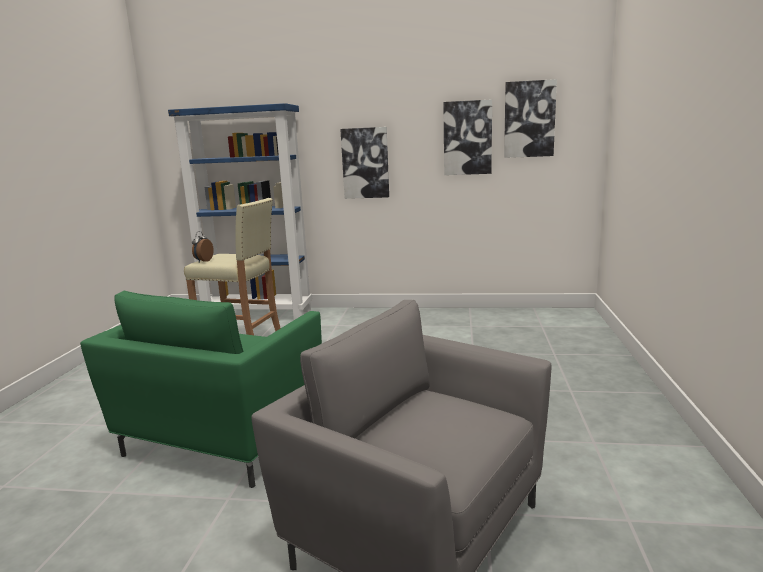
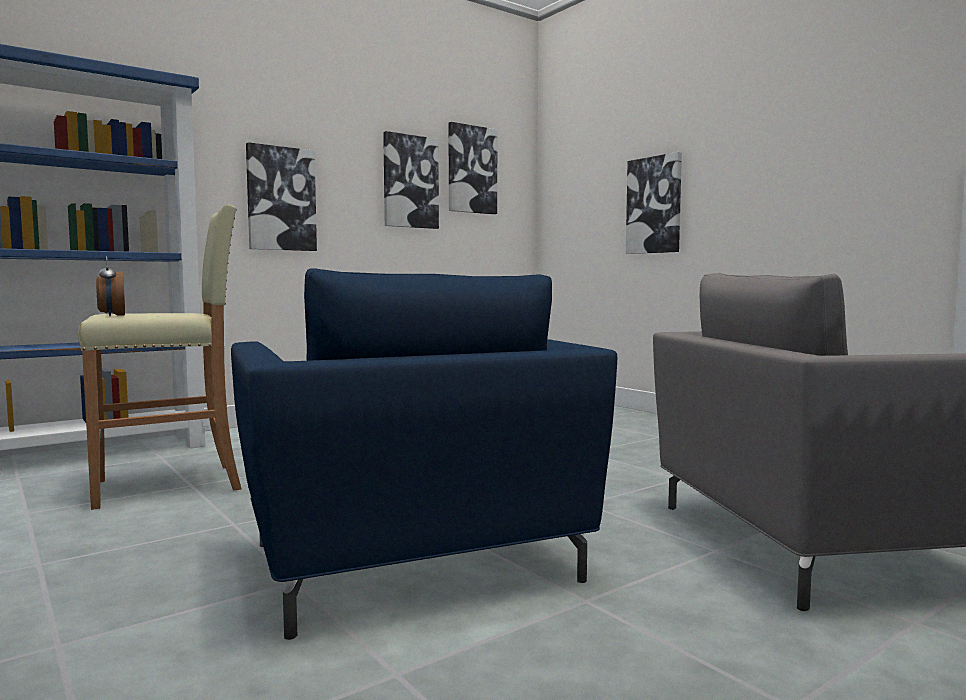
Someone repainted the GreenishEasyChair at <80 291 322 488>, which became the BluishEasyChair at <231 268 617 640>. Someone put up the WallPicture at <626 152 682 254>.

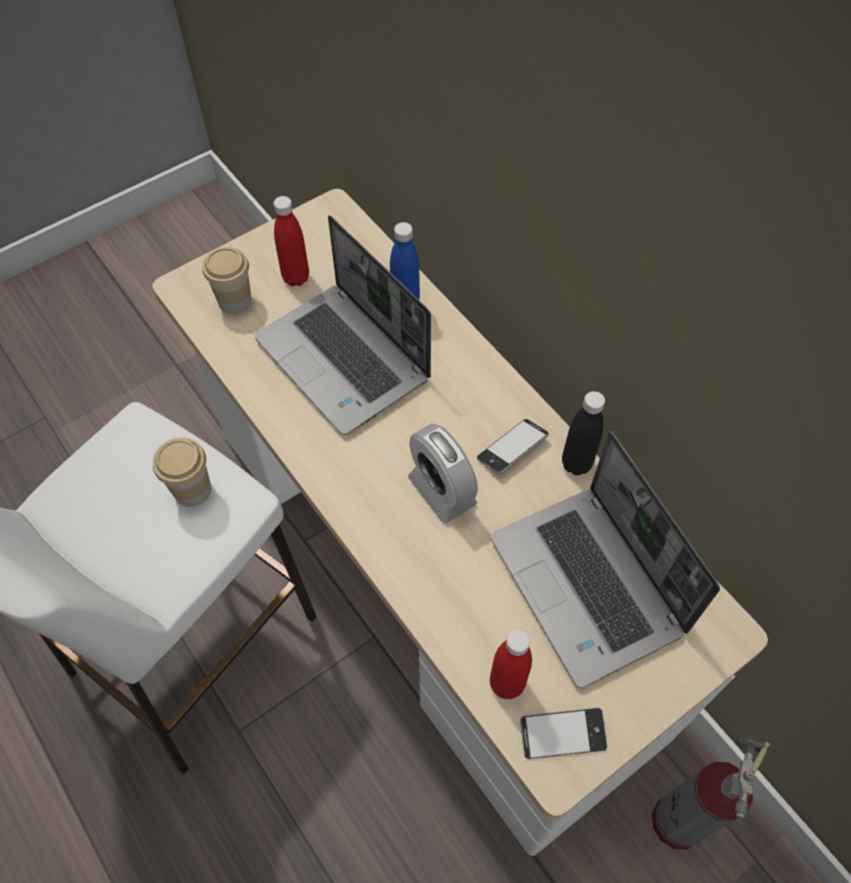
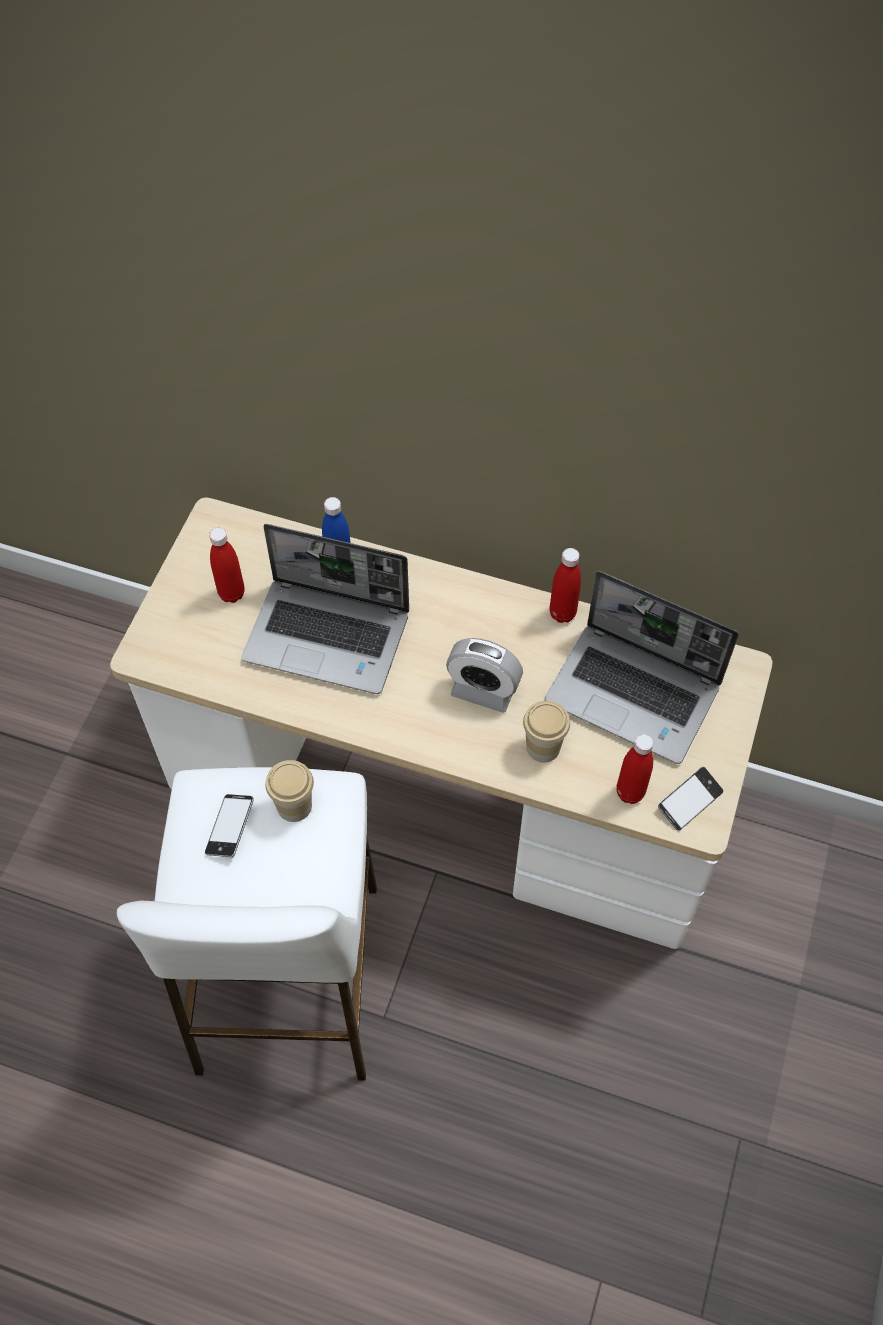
Someone carried the DrinkingCup from <202 247 252 314> to <523 701 570 762>. Someone carried the Telephone from <477 419 549 474> to <205 794 254 857>. Someone repainted the BlackColouredDrinkBottle at <562 391 605 475>, which became the RedColouredDrinkBottle at <550 548 581 623>. Someone took away the FireExtinguisher at <652 738 770 849>.

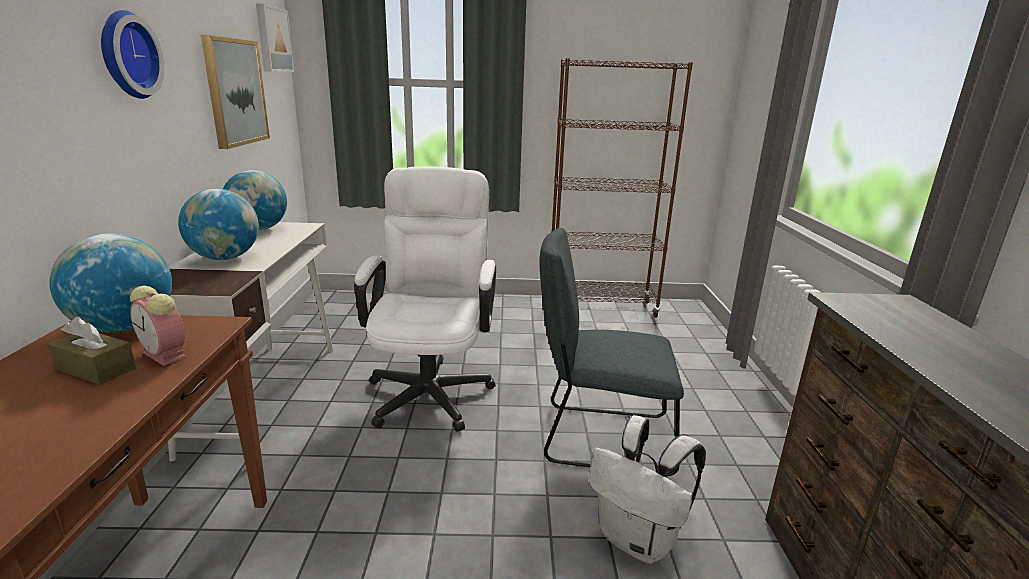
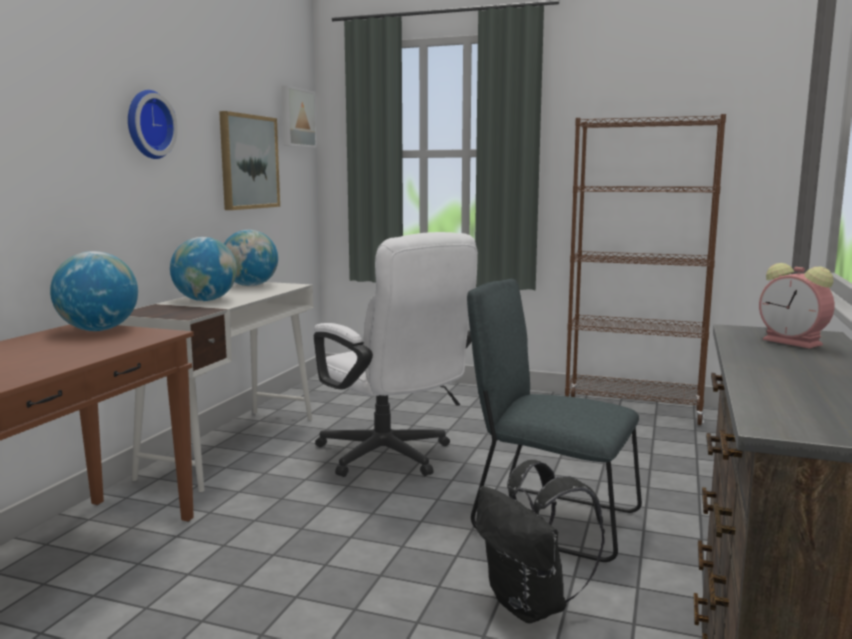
Someone took away the BrownishTissueHolder at <47 317 136 385>. Someone carried the AlarmClock from <130 286 188 366> to <759 263 835 349>. Someone rotated the WhiteOfficeChair at <354 166 496 432> by 120 degrees clockwise. Someone repainted the WhiteRucksack at <589 415 706 564>, which became the BlackColouredRucksack at <476 460 605 623>.

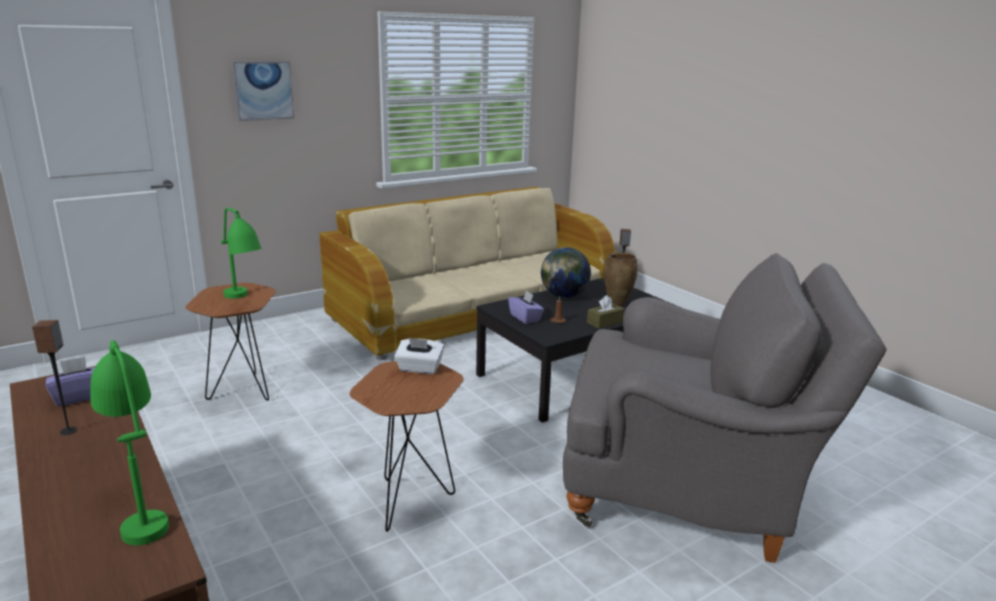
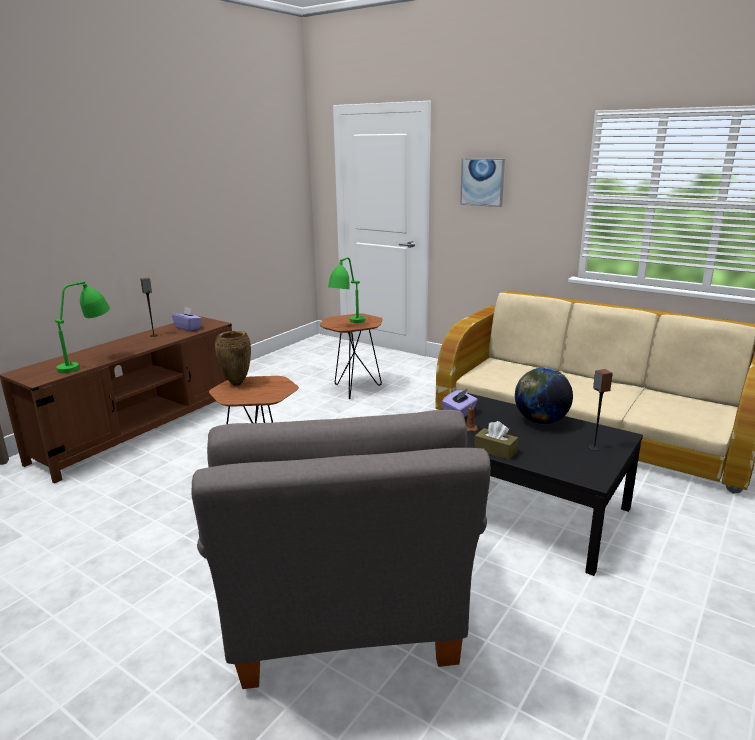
Someone took away the WhiteTissueHolder at <394 338 444 374>. Someone carried the BrownishVase from <603 252 638 306> to <215 331 251 386>.

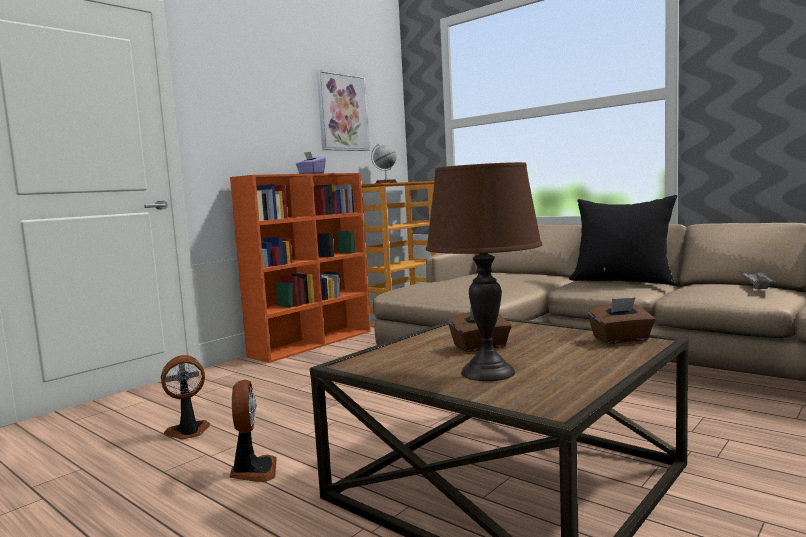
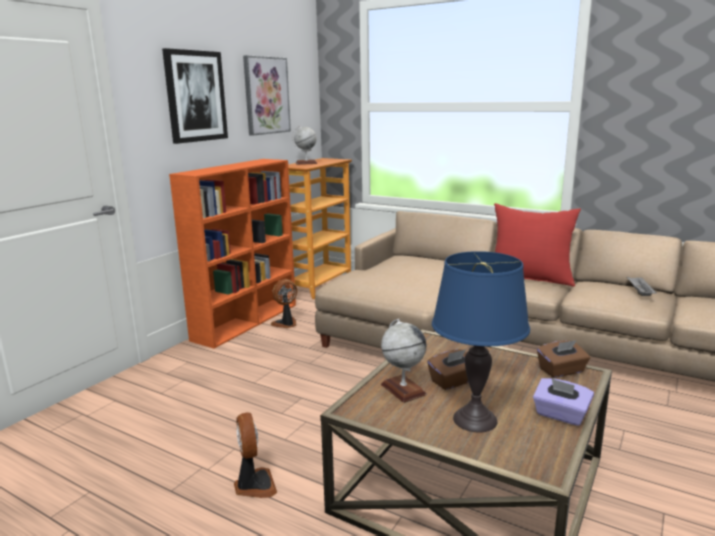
Someone carried the CoolingFan from <161 355 210 440> to <271 279 297 328>. Someone carried the PurpleColouredTissueHolder from <296 151 326 174> to <533 378 594 426>. Someone repainted the BrownishTabletopLamp at <426 162 543 381>, which became the BluishTabletopLamp at <432 251 530 433>. Someone repainted the BlackColouredCushion at <569 195 677 285>, which became the RedColouredCushion at <494 203 581 287>. Someone put up the WallPicture at <162 48 228 144>. Someone put down the Globe at <381 319 427 403>.

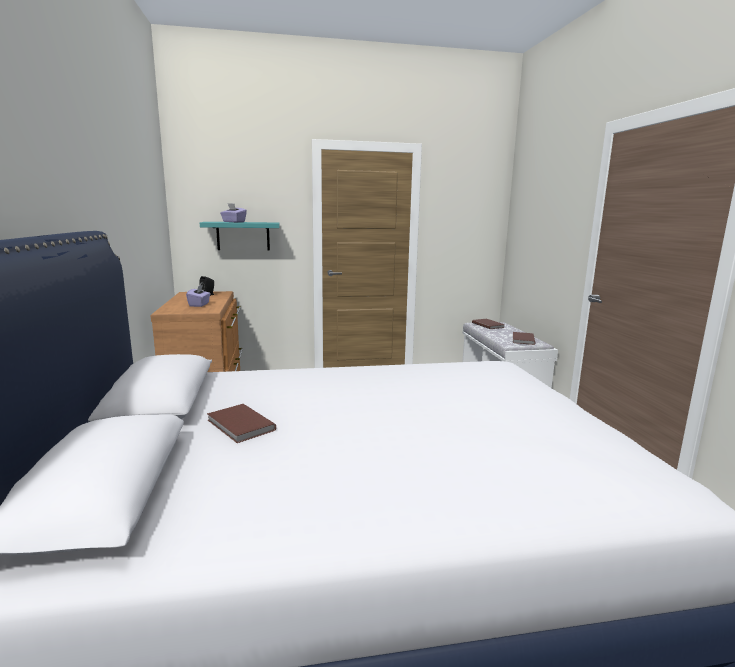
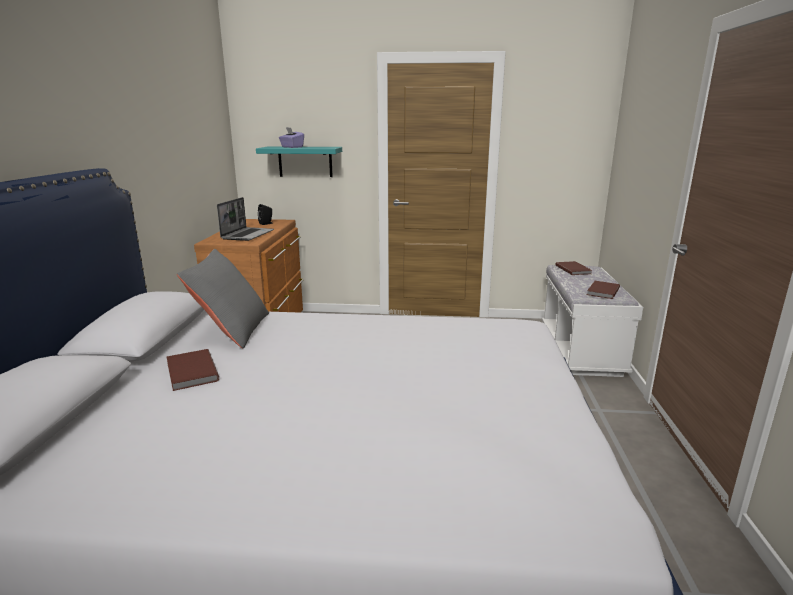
Someone swapped the PurpleColouredTissueHolder at <186 285 211 307> for the Laptop at <217 197 274 241>. Someone put down the GrayCushion at <177 249 269 349>.

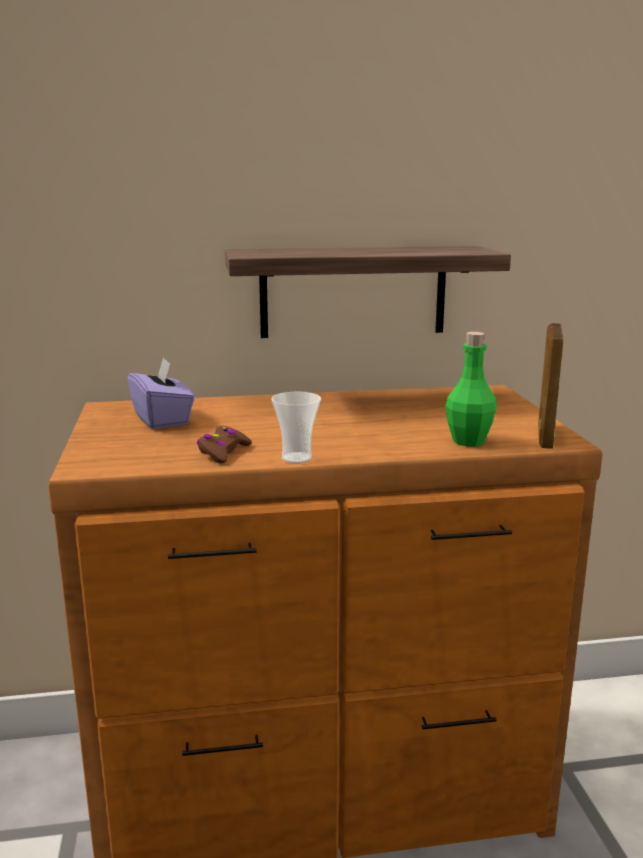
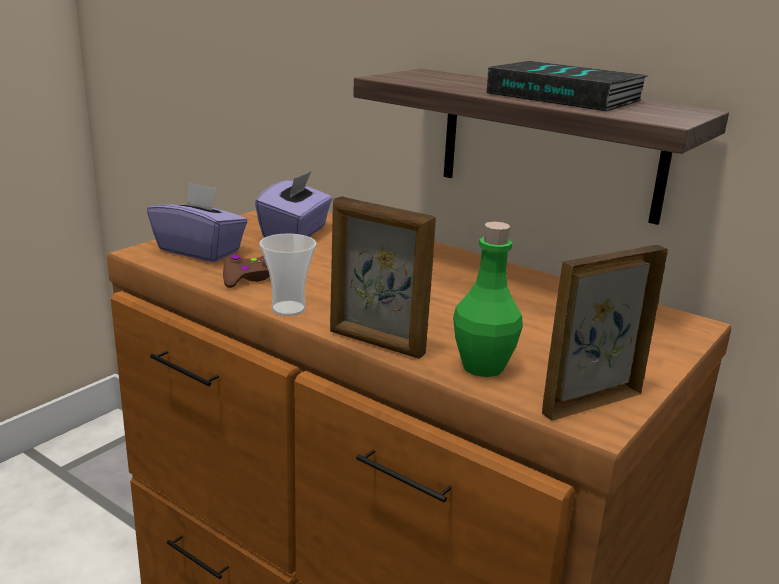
Someone put down the PurpleColouredTissueHolder at <147 182 248 262>. Someone put down the StandingFrame at <330 196 436 359>. Someone put down the Book at <487 61 647 111>.

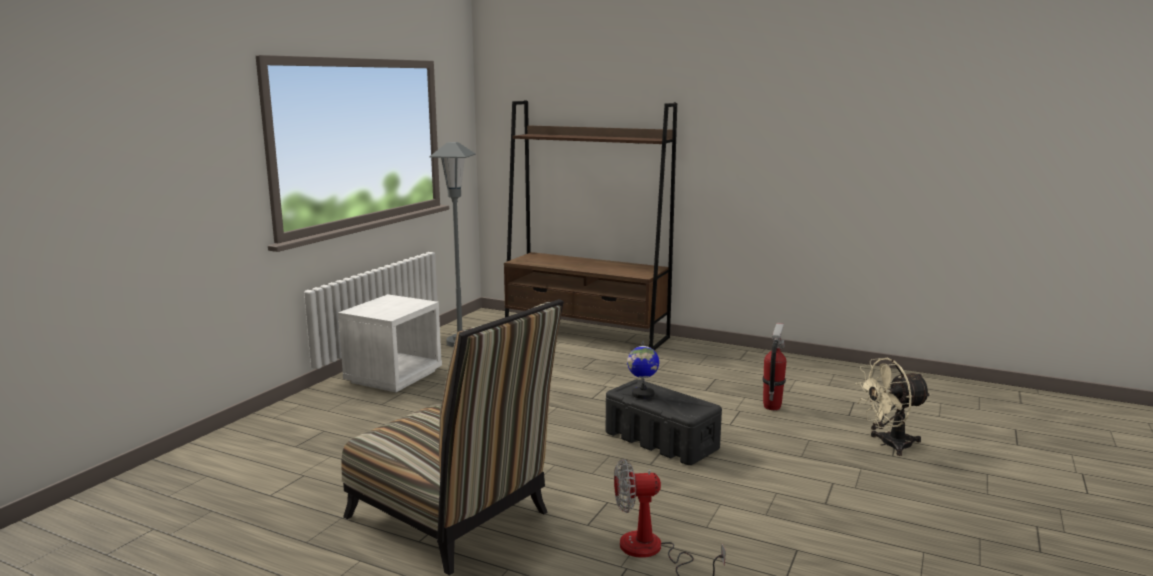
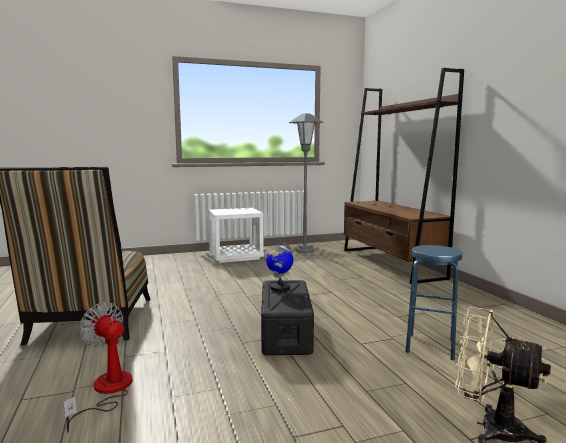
Someone swapped the FireExtinguisher at <762 323 786 410> for the BluishStool at <406 245 462 361>.

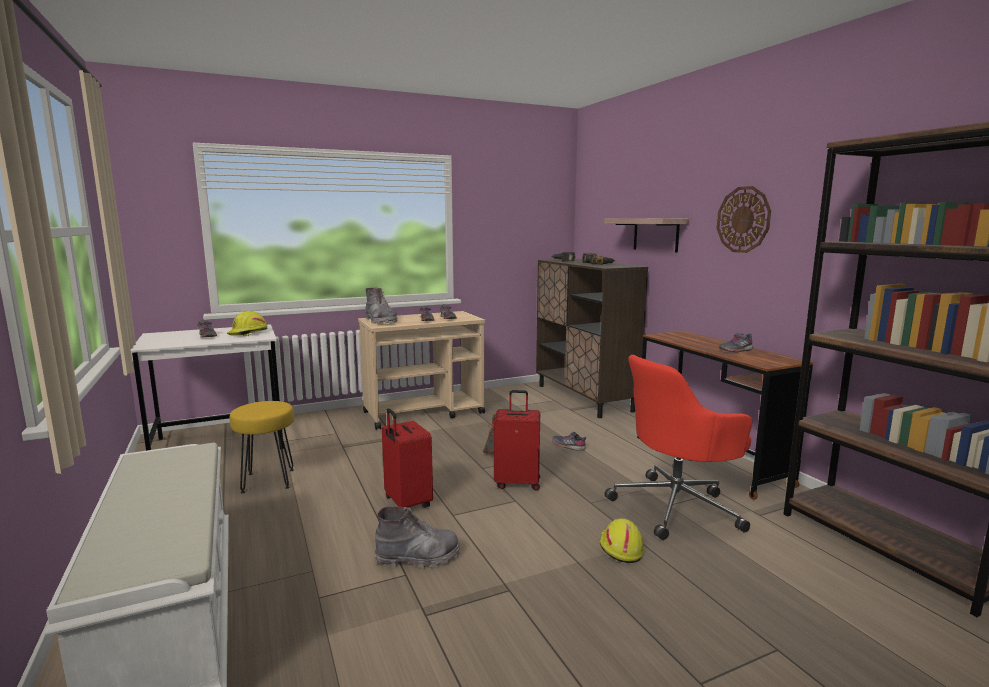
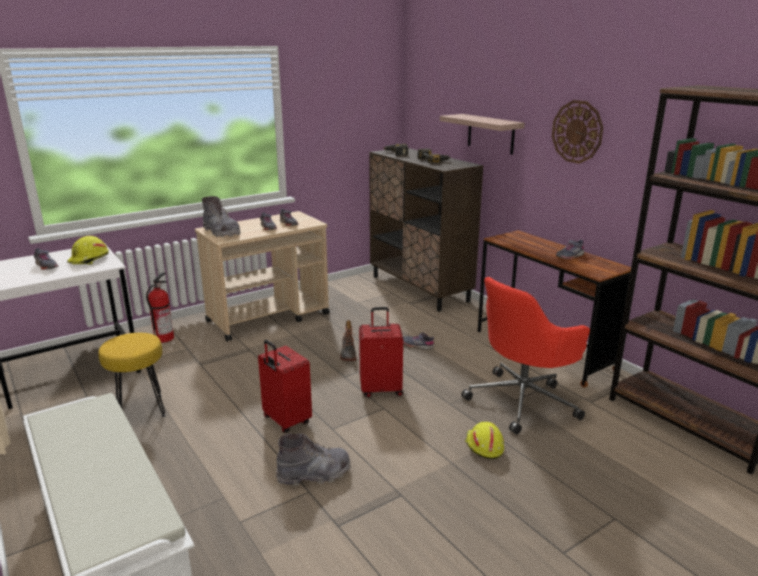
Someone put down the FireExtinguisher at <146 272 174 343>.

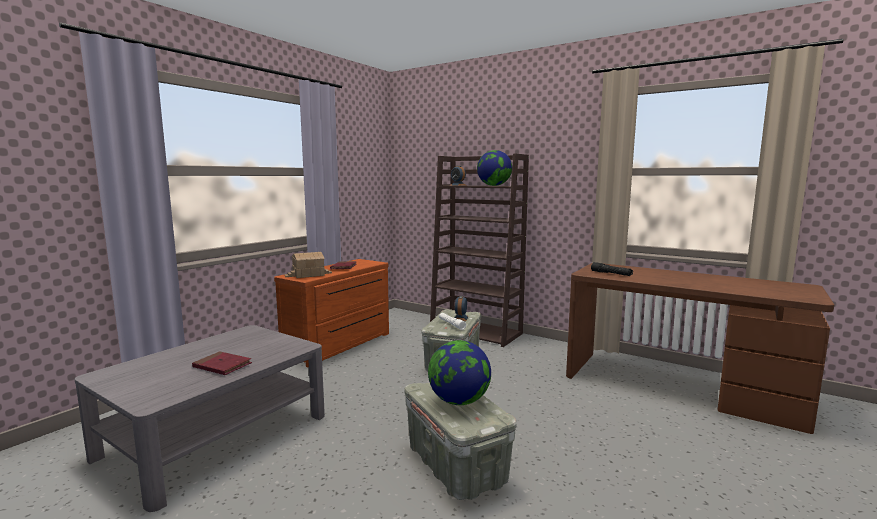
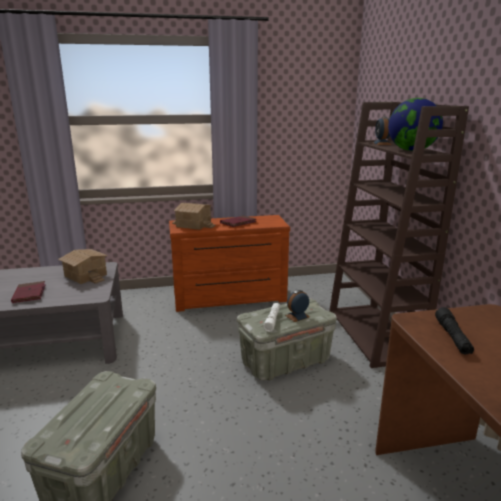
Someone took away the Globe at <428 340 491 405>. Someone put down the ToyHouse at <58 249 108 284>.

